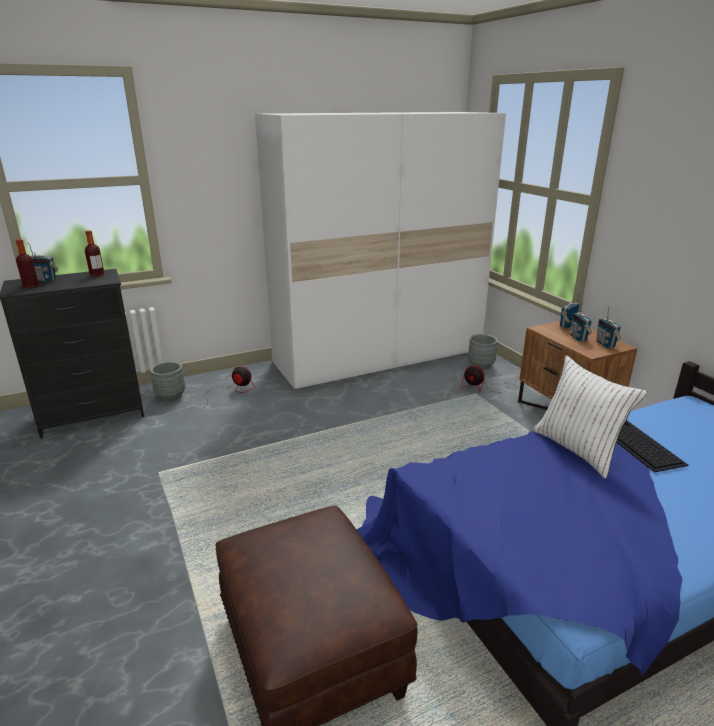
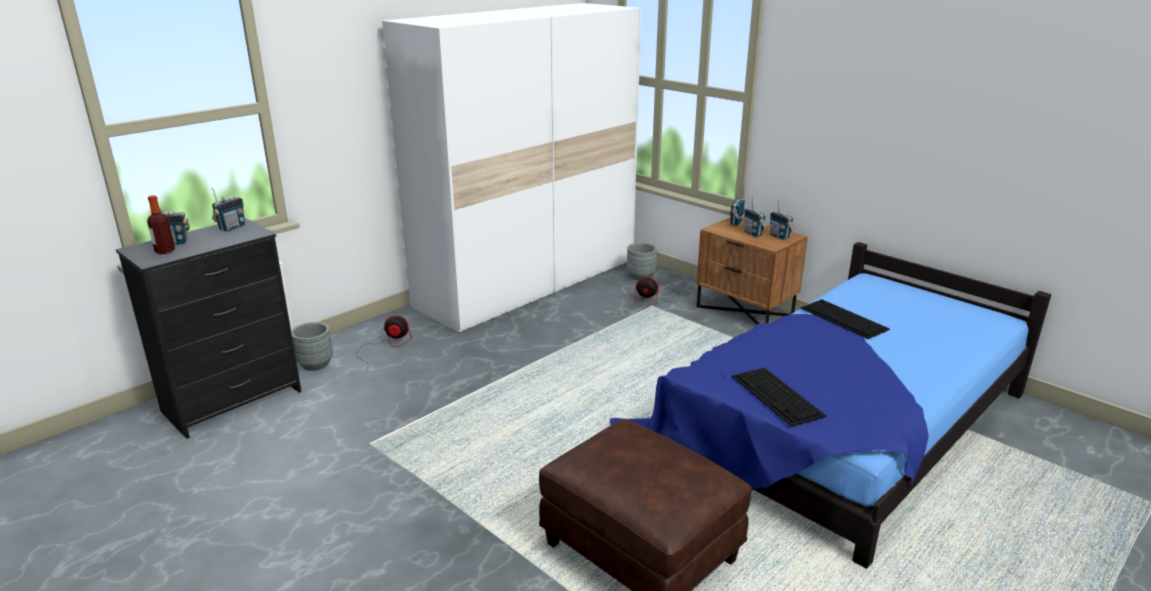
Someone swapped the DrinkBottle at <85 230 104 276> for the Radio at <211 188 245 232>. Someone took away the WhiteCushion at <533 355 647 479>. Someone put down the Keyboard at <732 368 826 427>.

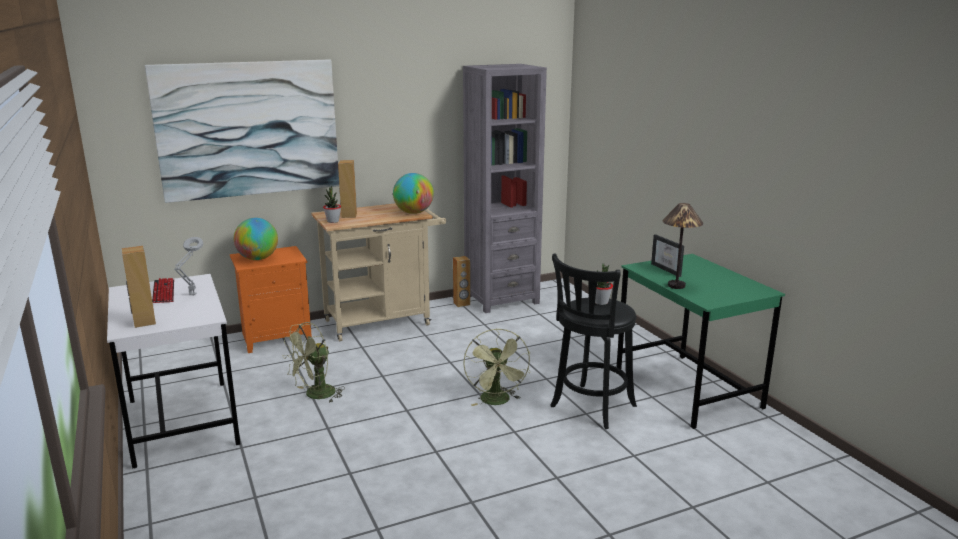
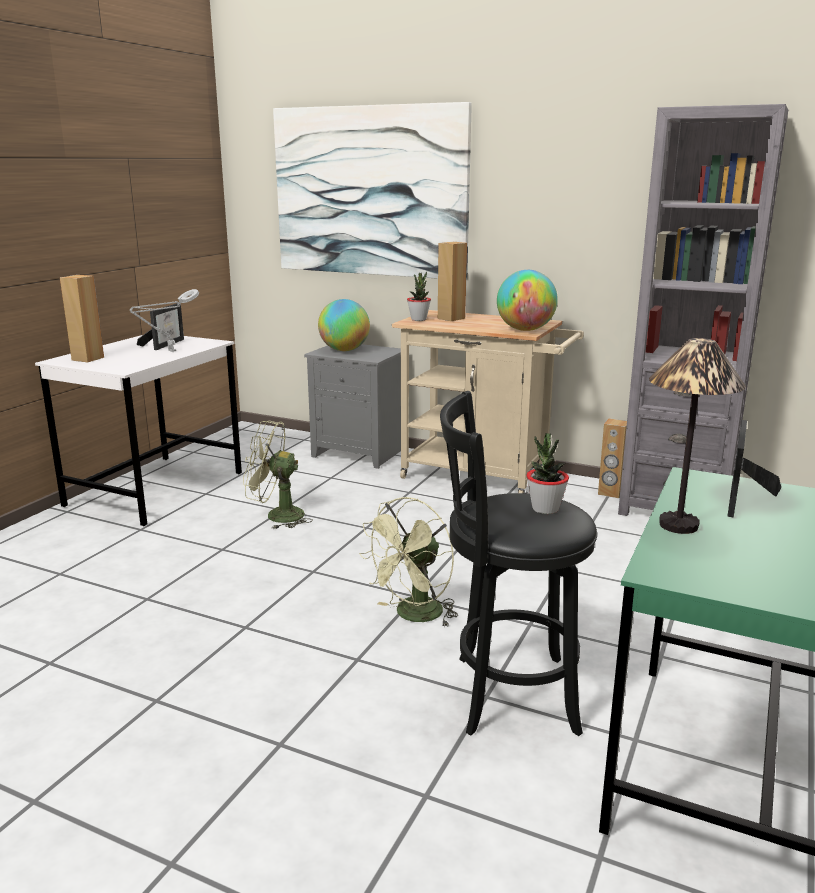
Someone swapped the Keyboard at <152 278 174 303> for the StandingFrame at <137 303 184 350>. Someone repainted the OrangeyNightstand at <230 246 312 353>, which became the GrayNightstand at <304 344 401 469>.

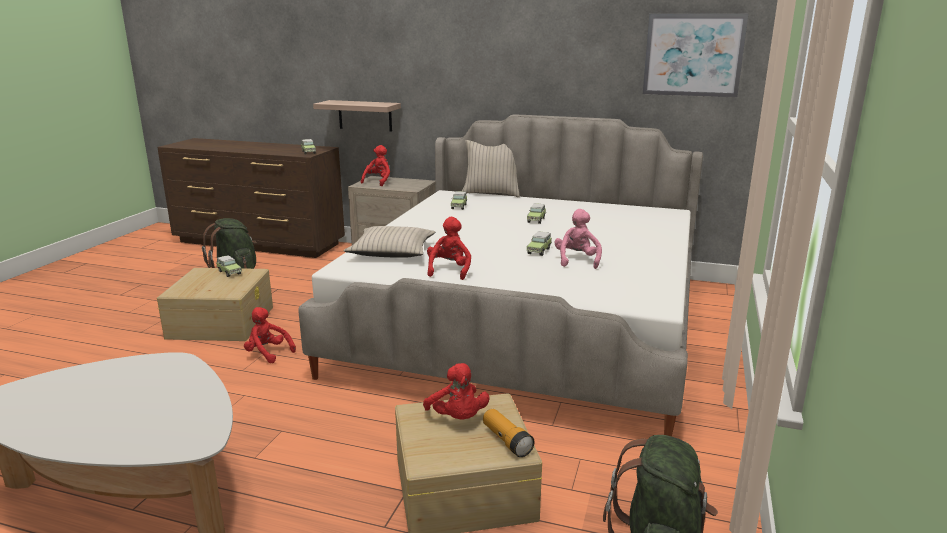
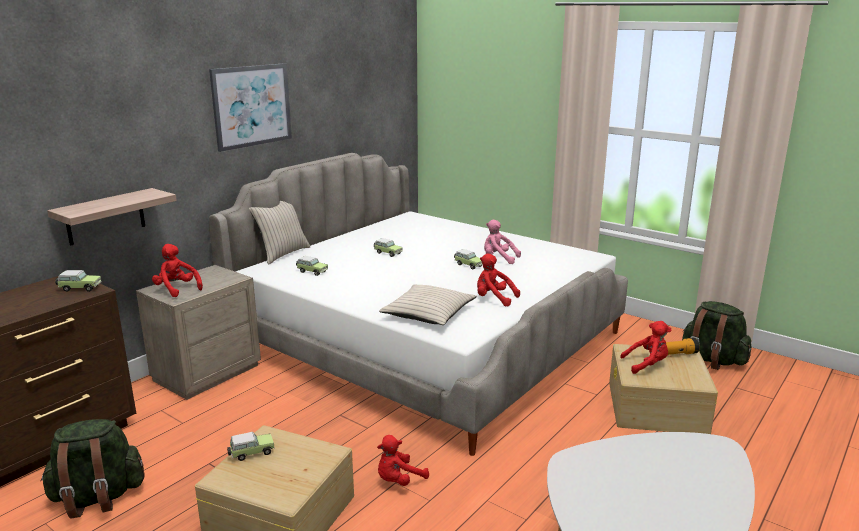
Someone carried the WallPicture from <643 14 748 97> to <209 63 292 152>.

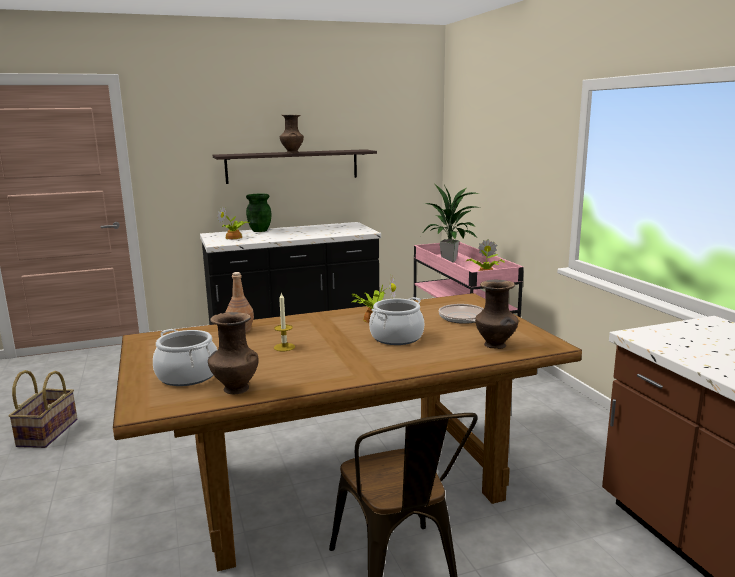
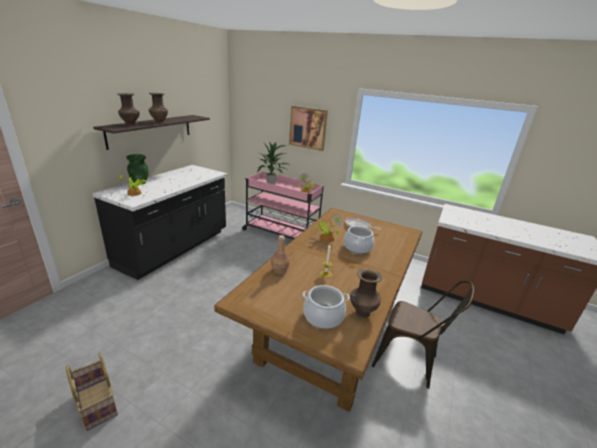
Someone carried the BrownishVase from <475 280 519 349> to <117 93 140 126>. Someone put up the WallPicture at <289 106 328 151>.

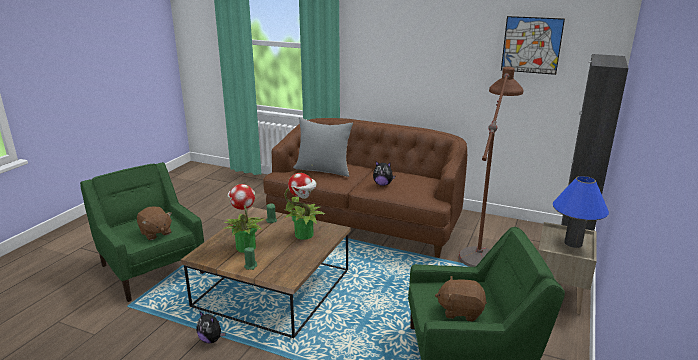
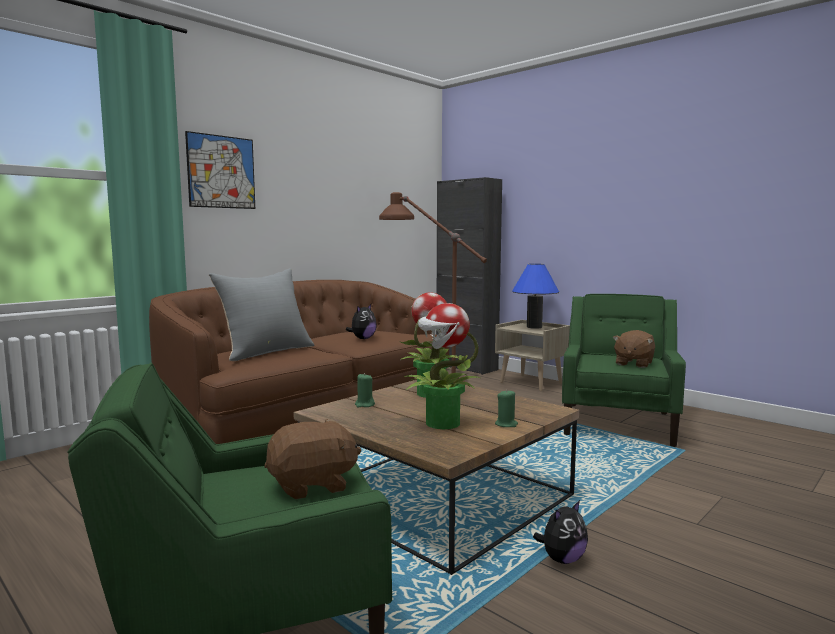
Someone carried the WallPicture from <501 16 565 75> to <185 131 255 209>.

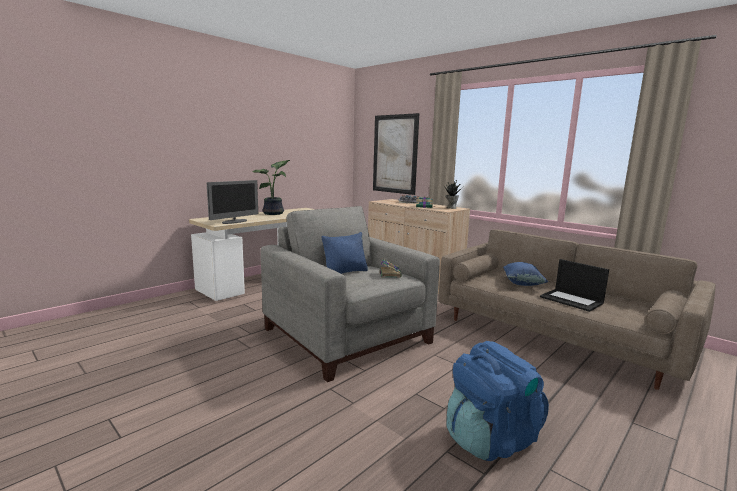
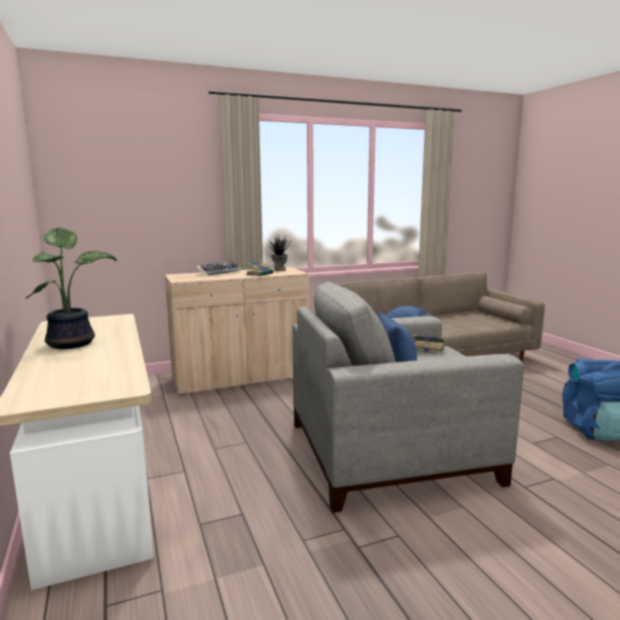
Someone took away the Monitor at <207 180 258 224>. Someone took away the WallPicture at <373 113 419 195>. Someone took away the Laptop at <540 259 609 312>.

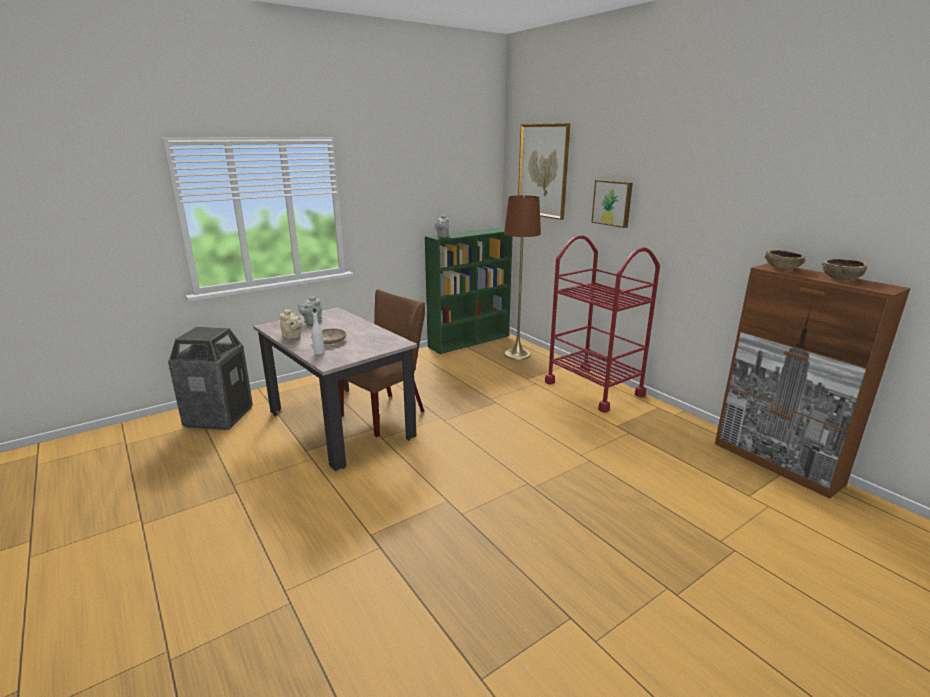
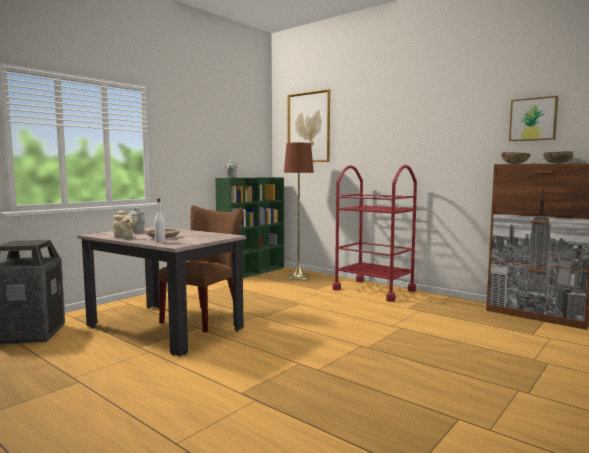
Someone carried the WallPicture from <591 180 633 228> to <509 96 558 141>.

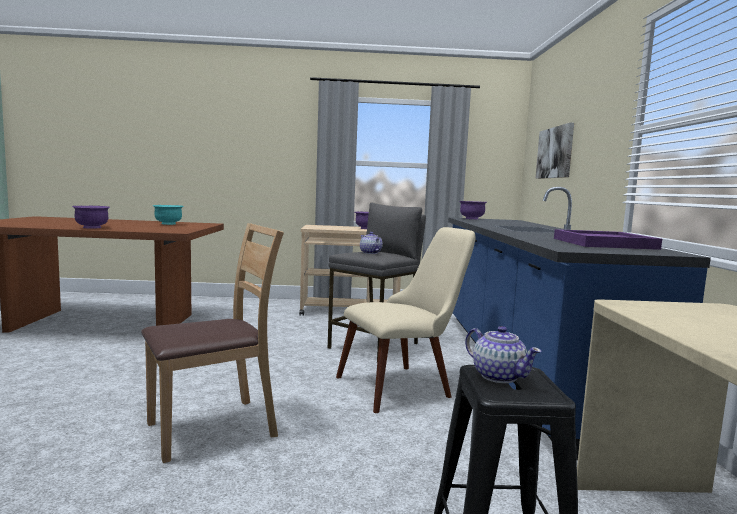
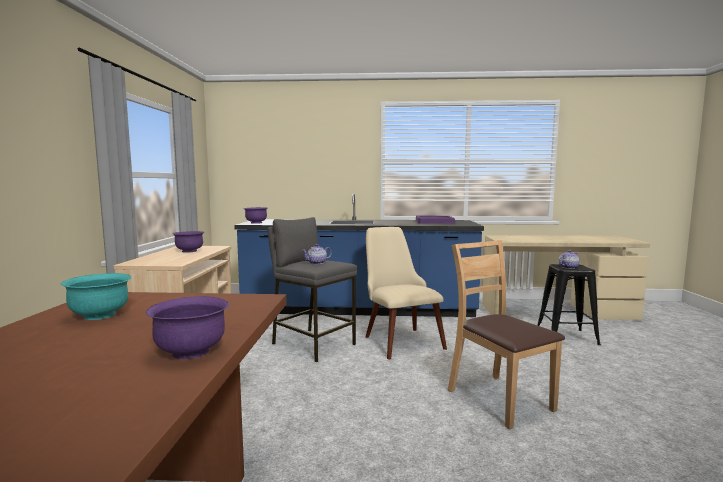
Someone took away the WallPicture at <536 122 574 179>.

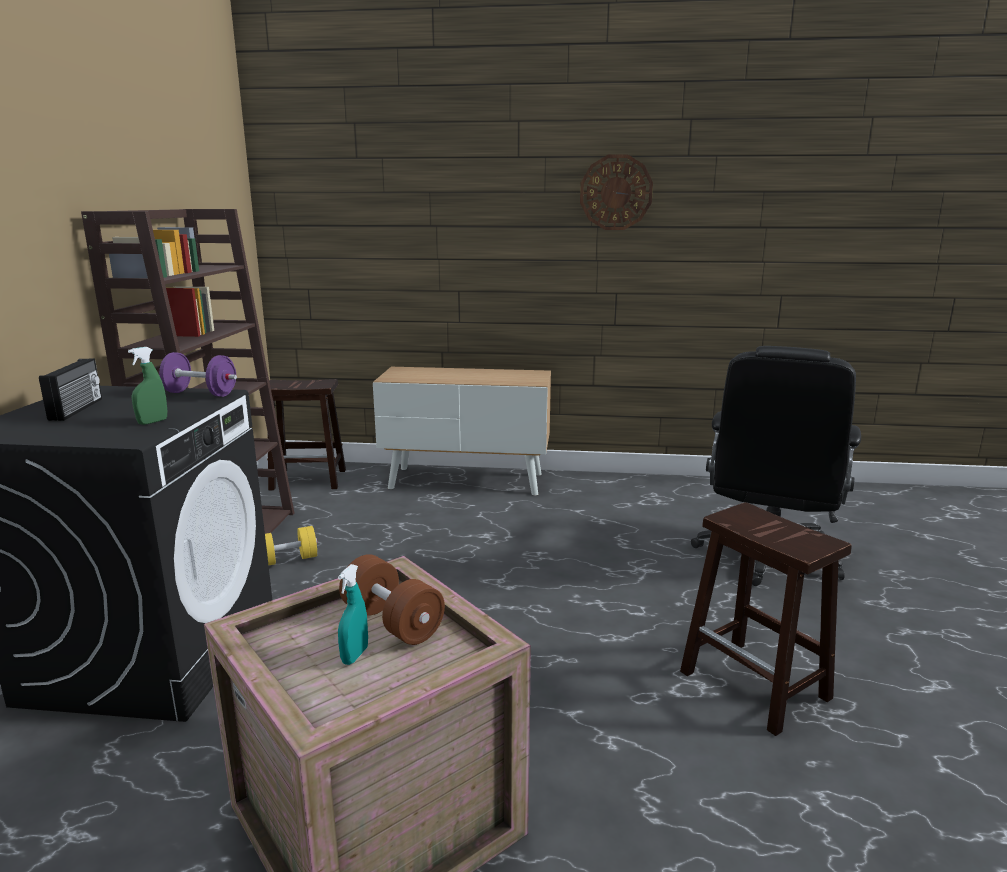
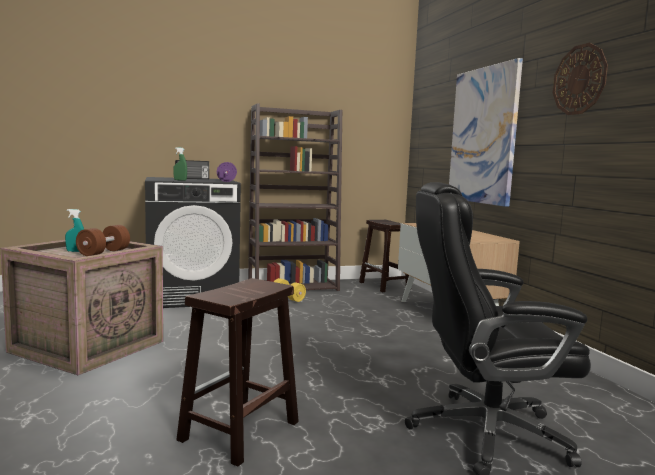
Someone put up the WallPicture at <449 58 523 207>.

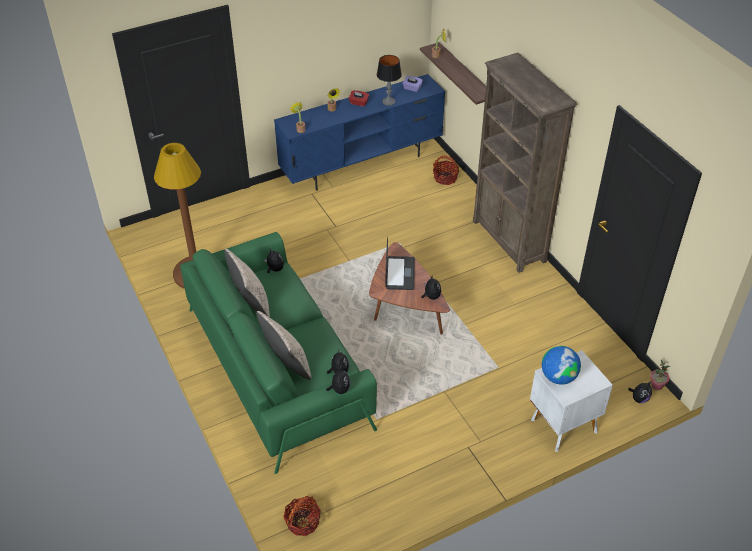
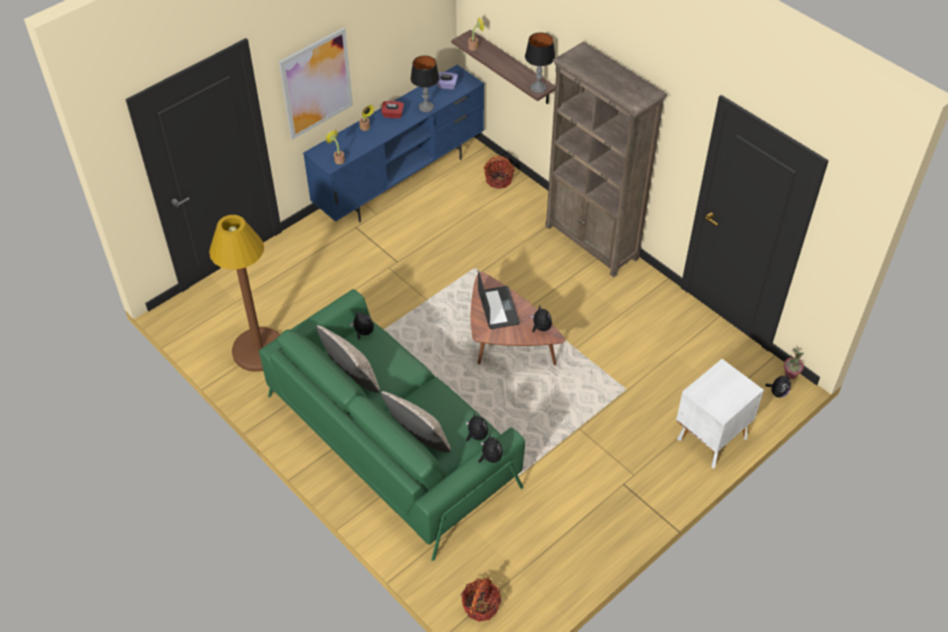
Someone took away the Globe at <542 346 581 385>. Someone put up the WallPicture at <279 28 353 140>. Someone put down the TabletopLamp at <525 32 555 93>.

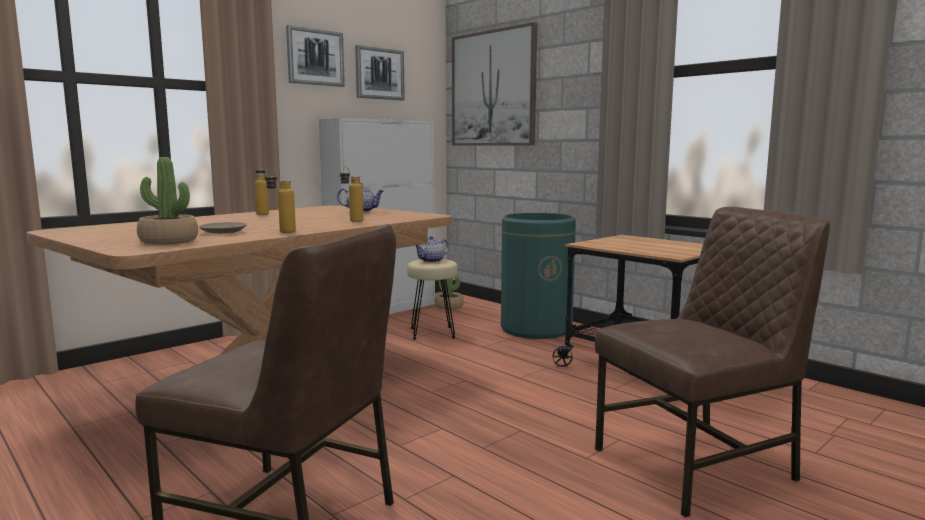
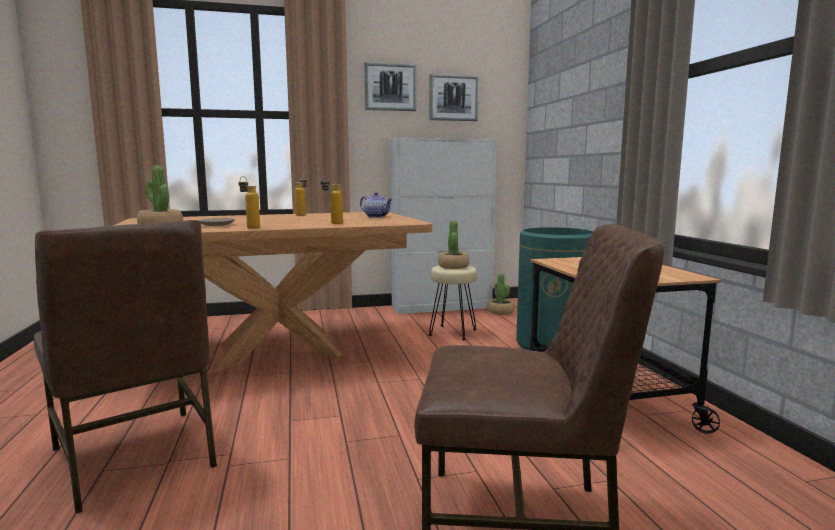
Someone swapped the PotForTea at <415 236 449 263> for the PottedPlant at <438 220 469 269>. Someone took away the WallPicture at <452 22 537 146>.

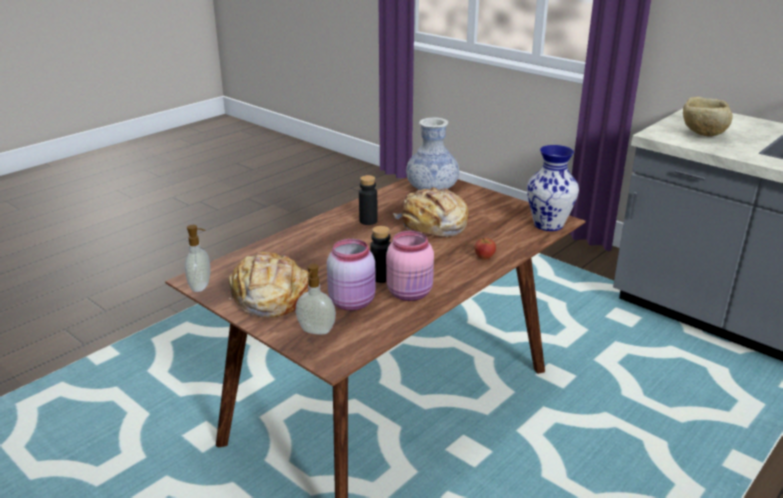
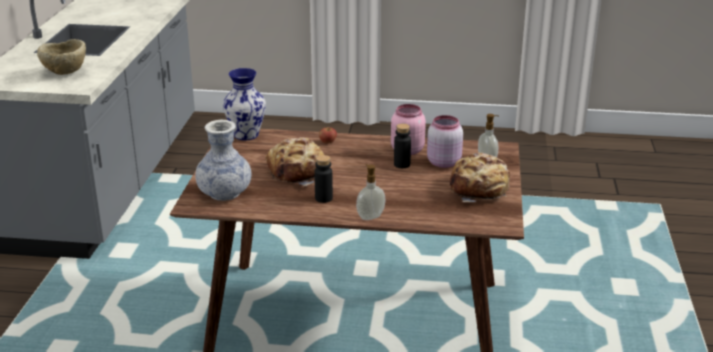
Someone carried the SoapDispenser from <185 225 210 292> to <356 164 385 220>.

